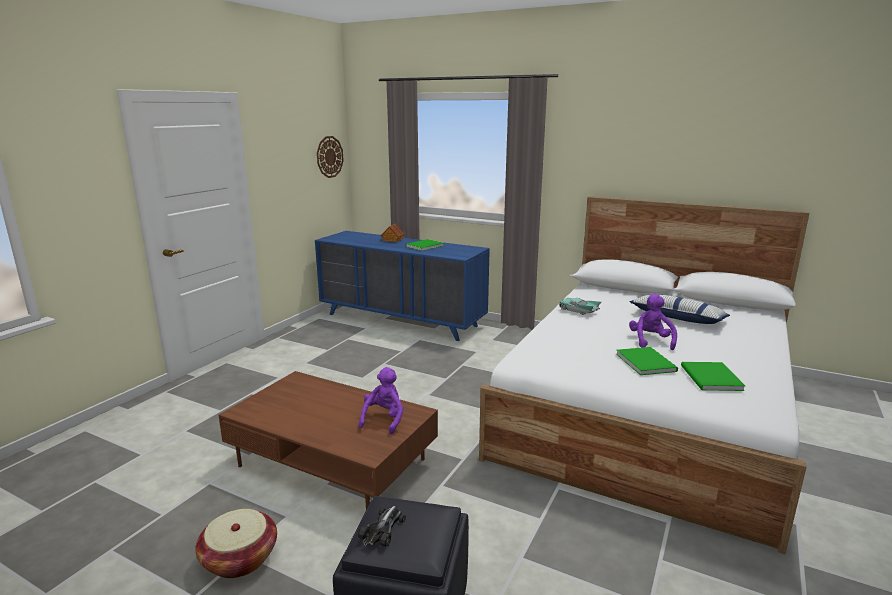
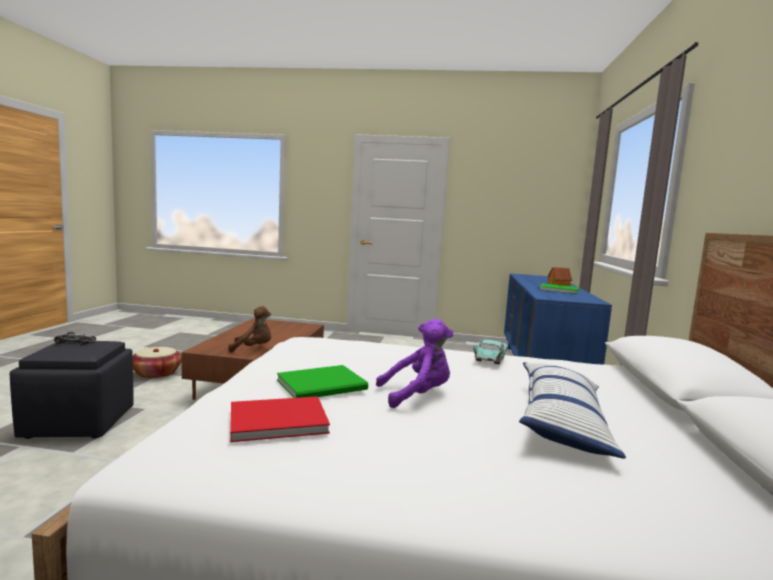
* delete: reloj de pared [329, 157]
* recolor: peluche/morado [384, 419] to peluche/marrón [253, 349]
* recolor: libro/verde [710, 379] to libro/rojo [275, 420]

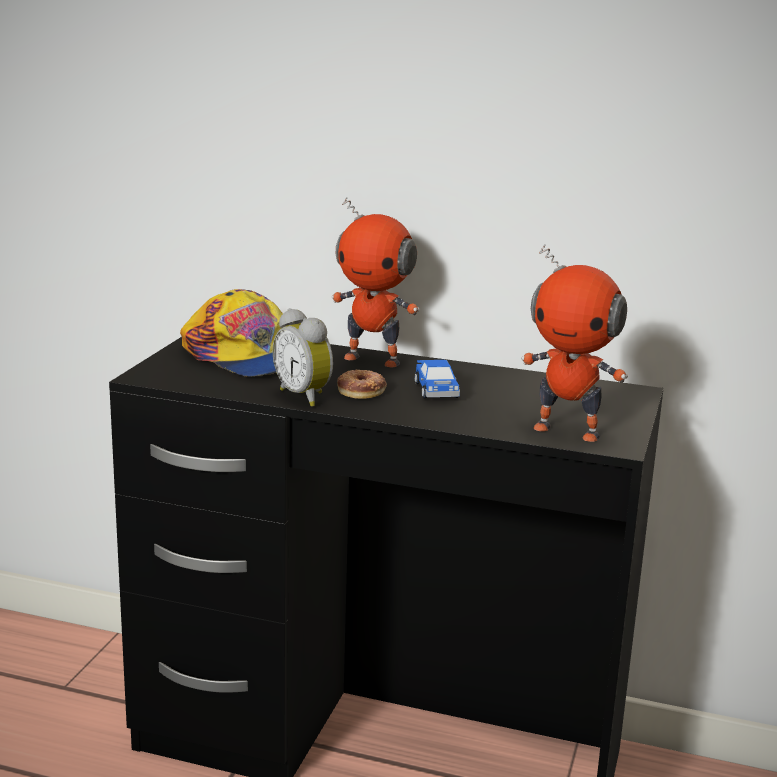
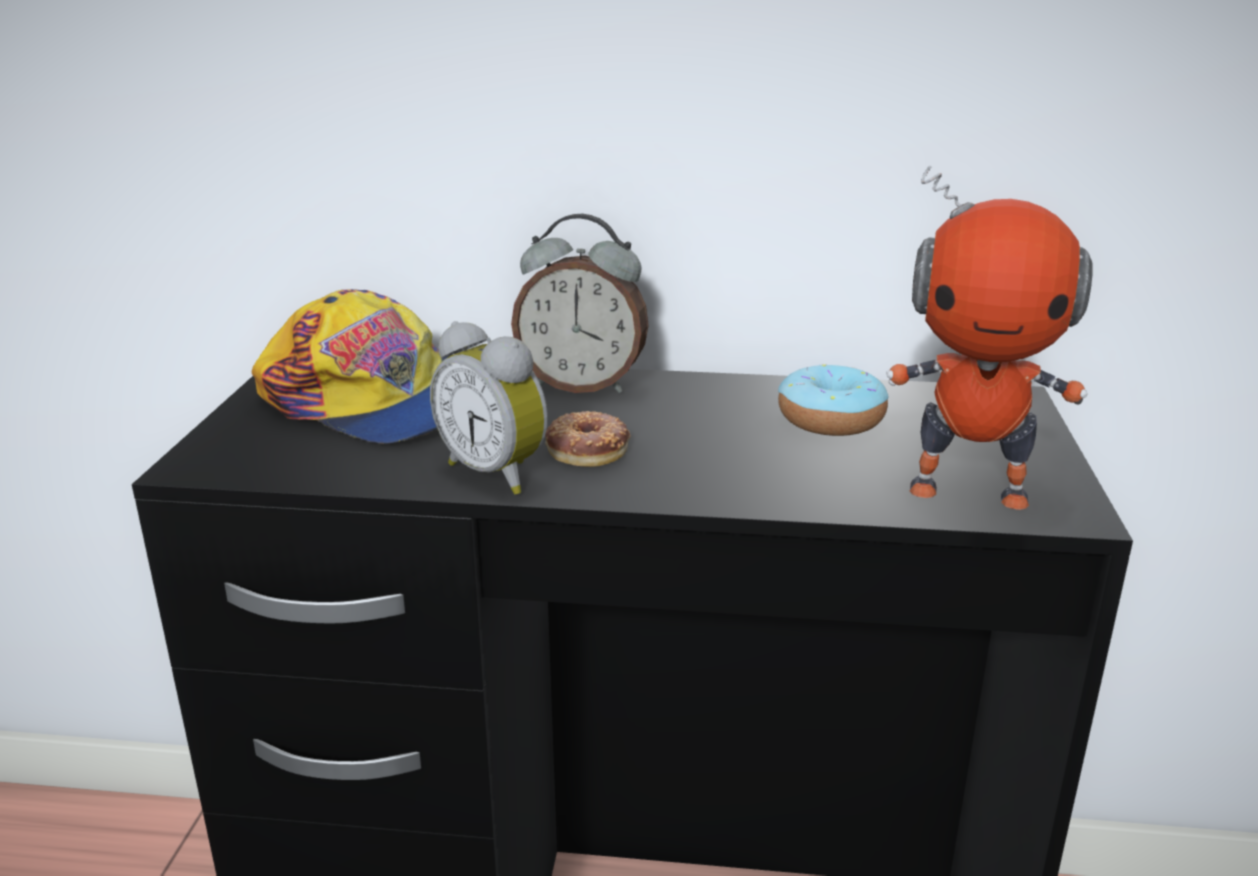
* replace: robot de juguete [373, 359] to despertador [582, 385]
* delete: coche de juguete [436, 390]
* insert: rosquilla [830, 419]

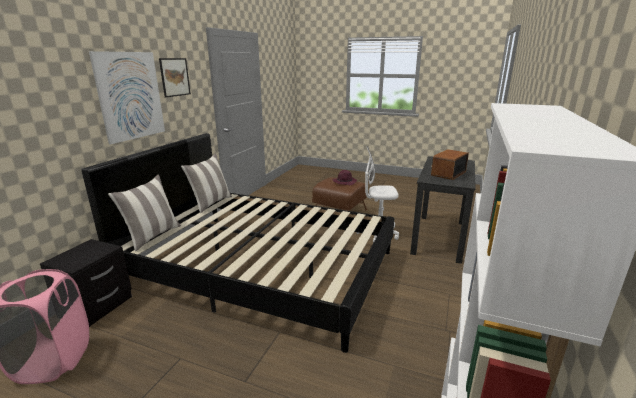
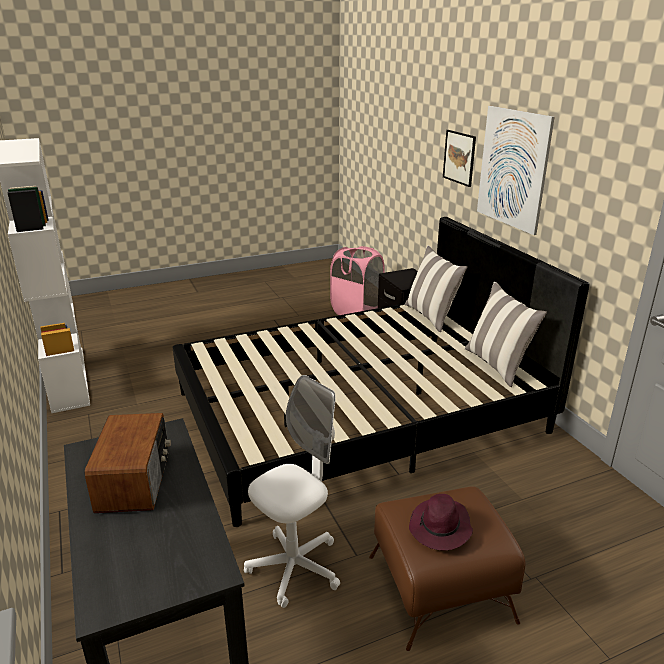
* move: cuadro [175, 77] to [459, 157]

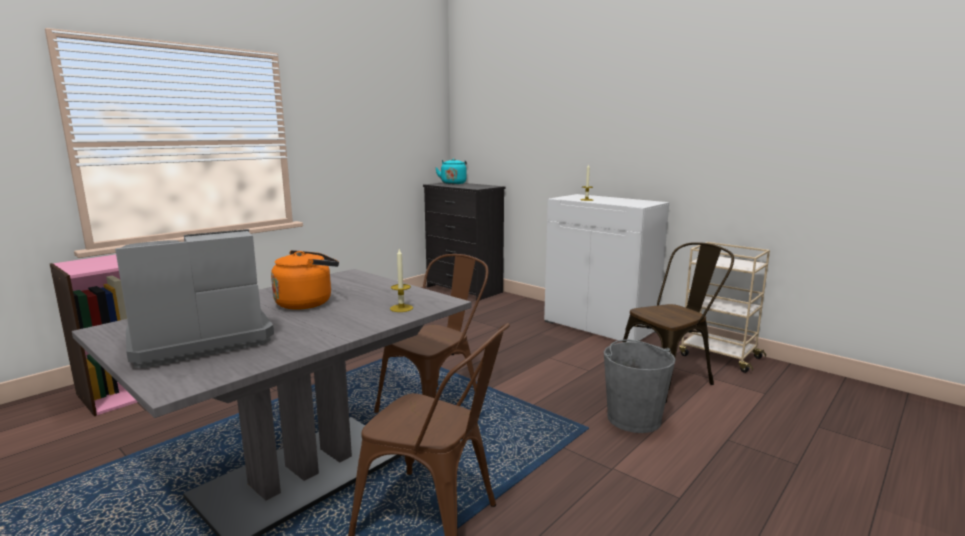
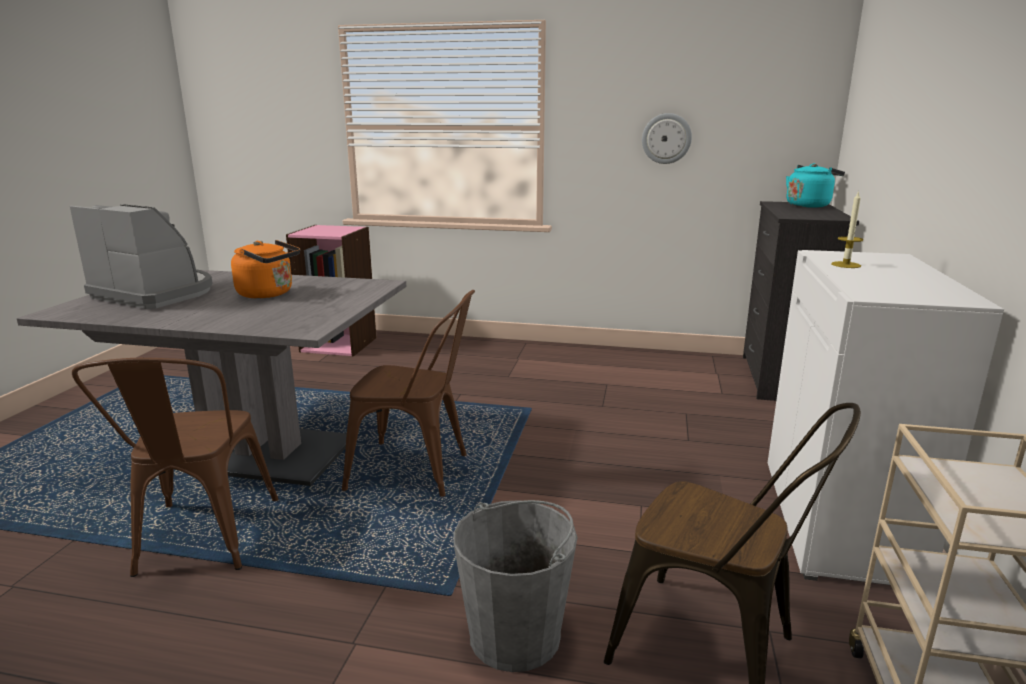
* delete: vela [401, 308]
* insert: reloj de pared [666, 138]

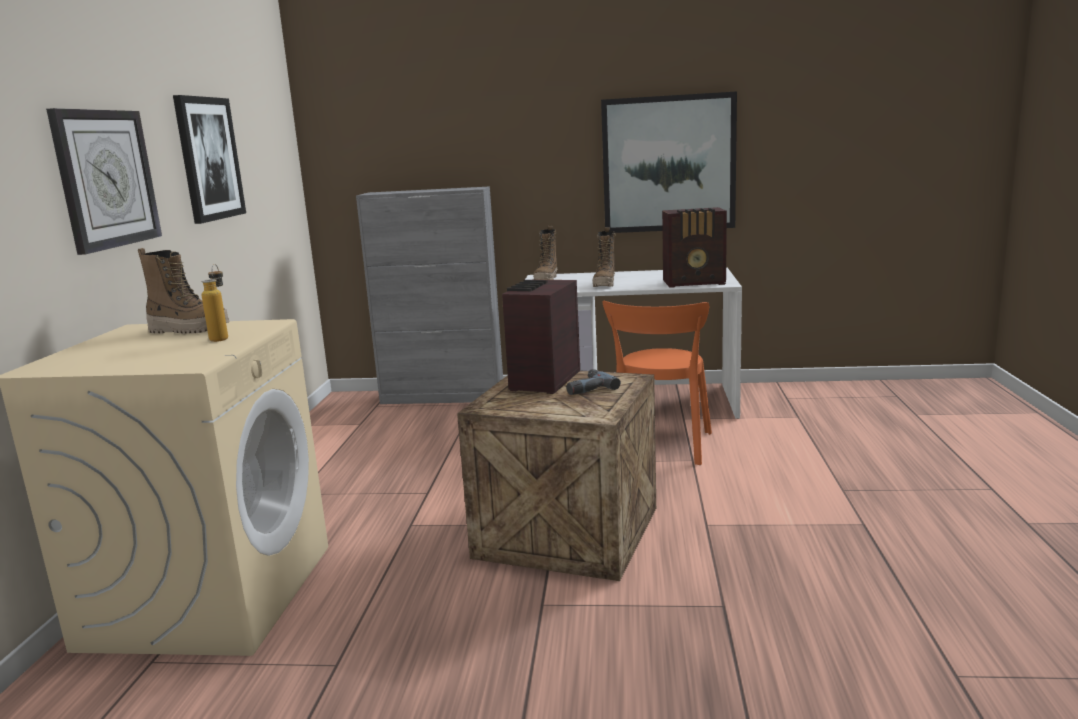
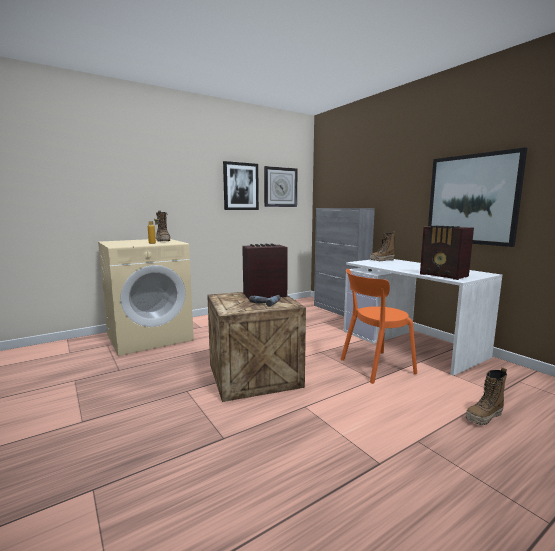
* move: reloj de pared [106, 179] to [280, 187]
* move: bota [605, 284] to [484, 417]

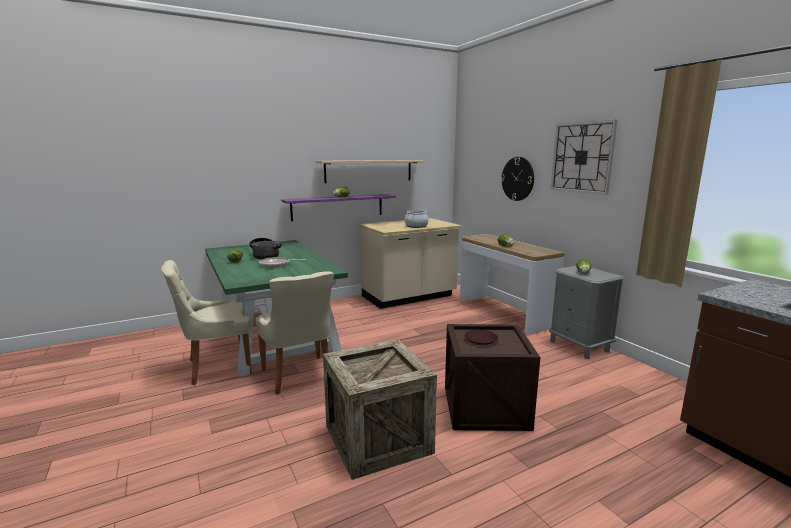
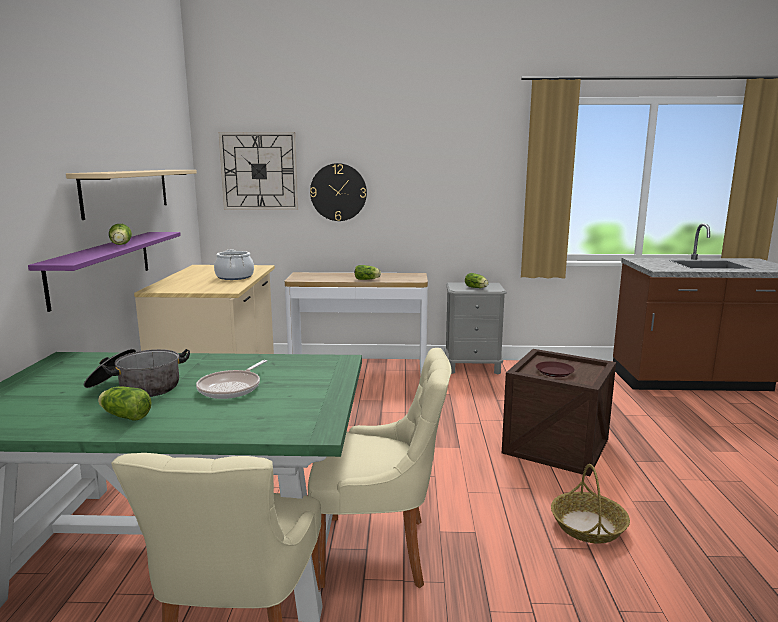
* replace: caja de embalaje [378, 439] to cesta [588, 526]
* move: reloj de pared [582, 157] to [259, 171]

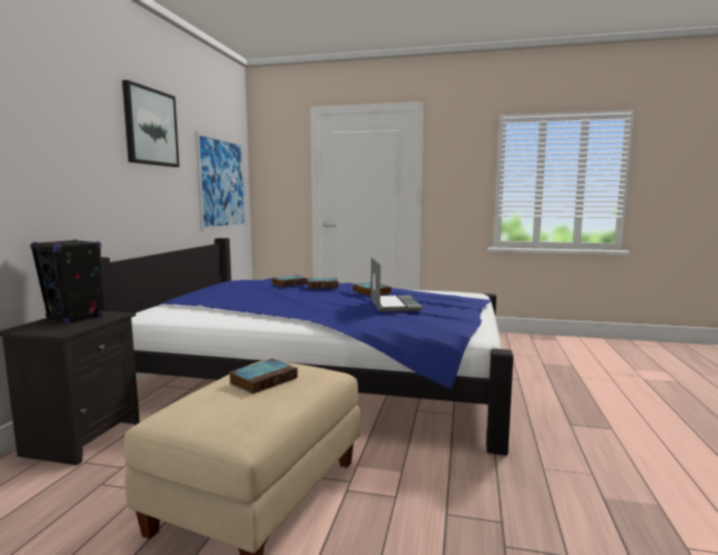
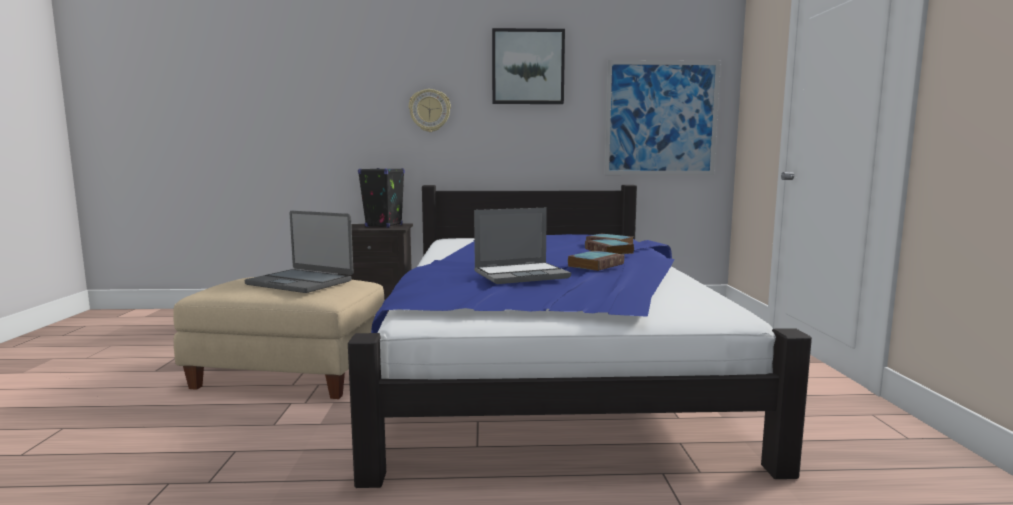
* replace: libro [264, 380] to portátil [301, 282]
* insert: reloj de pared [430, 110]

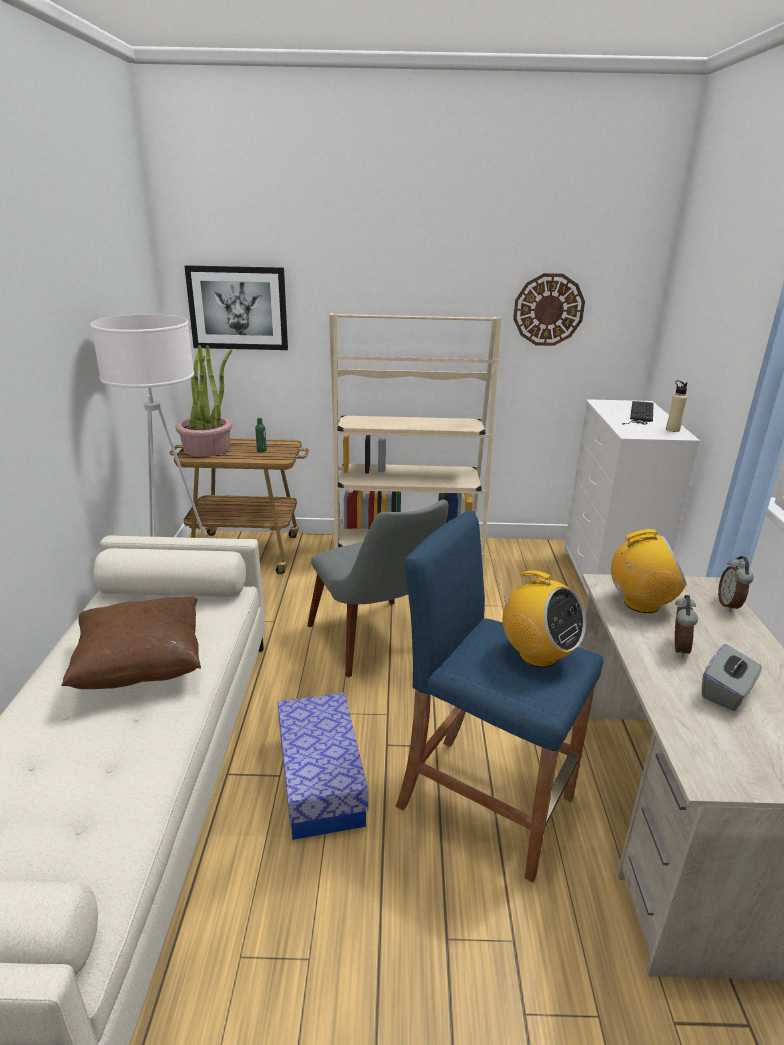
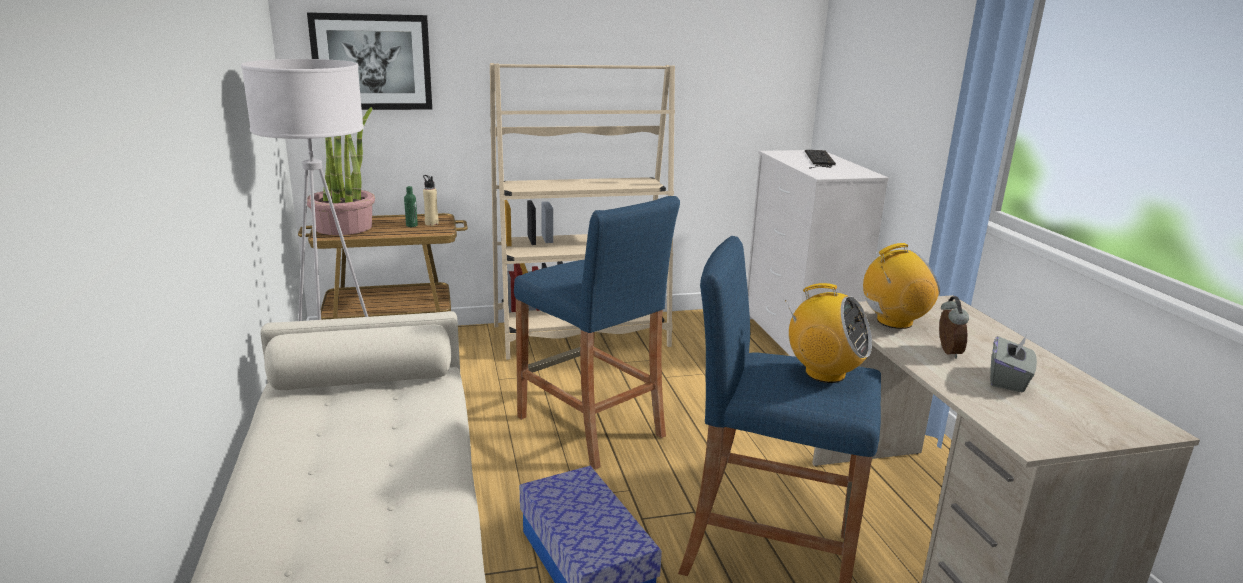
* delete: cojín/marrón [141, 667]
* replace: silla/gris [378, 645] to taburete/azul [590, 426]
* delete: reloj de pared [548, 310]
* move: botella/beis [672, 429] to [431, 223]
* delete: despertador [729, 605]

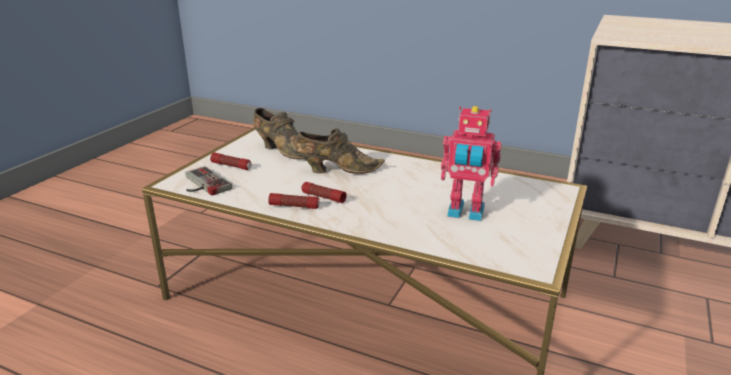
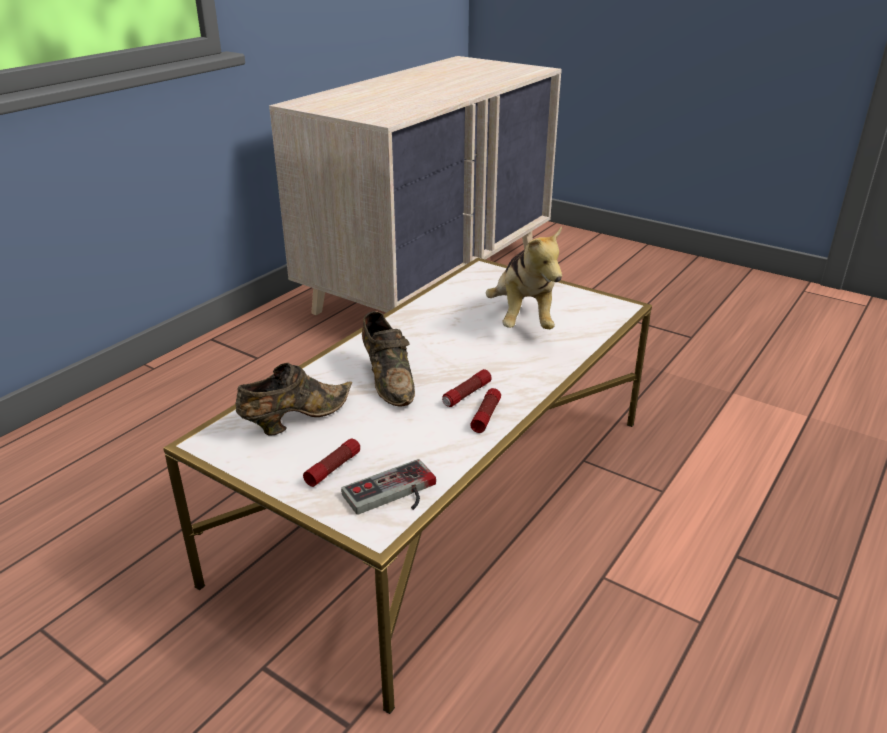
* rotate: zapato/marrón [336, 170] = [388, 380] 150 degrees clockwise
* replace: robot de juguete [465, 213] to peluche [522, 319]

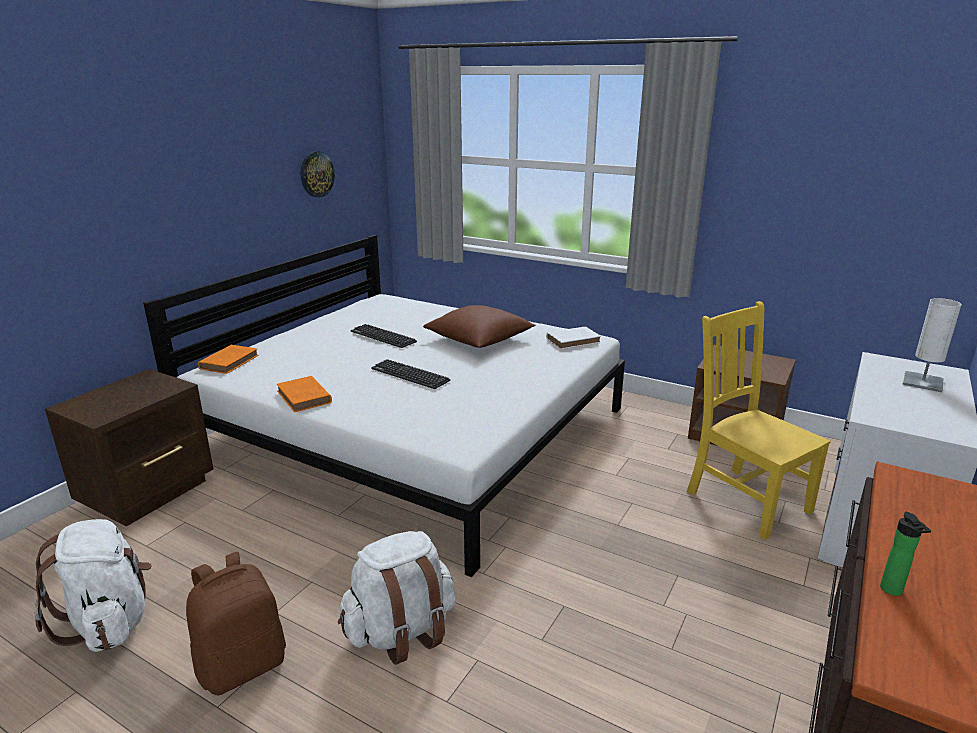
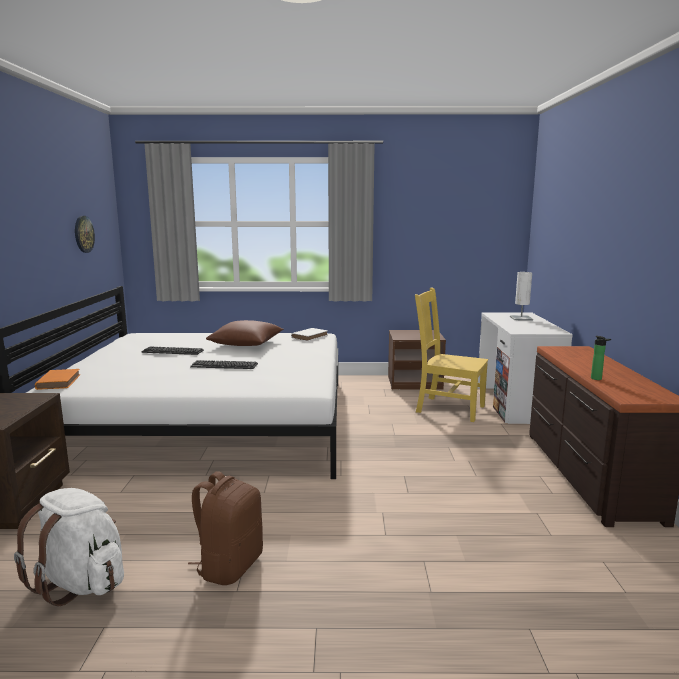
* delete: libro/naranja [304, 398]
* delete: mochila/blanco [401, 631]

